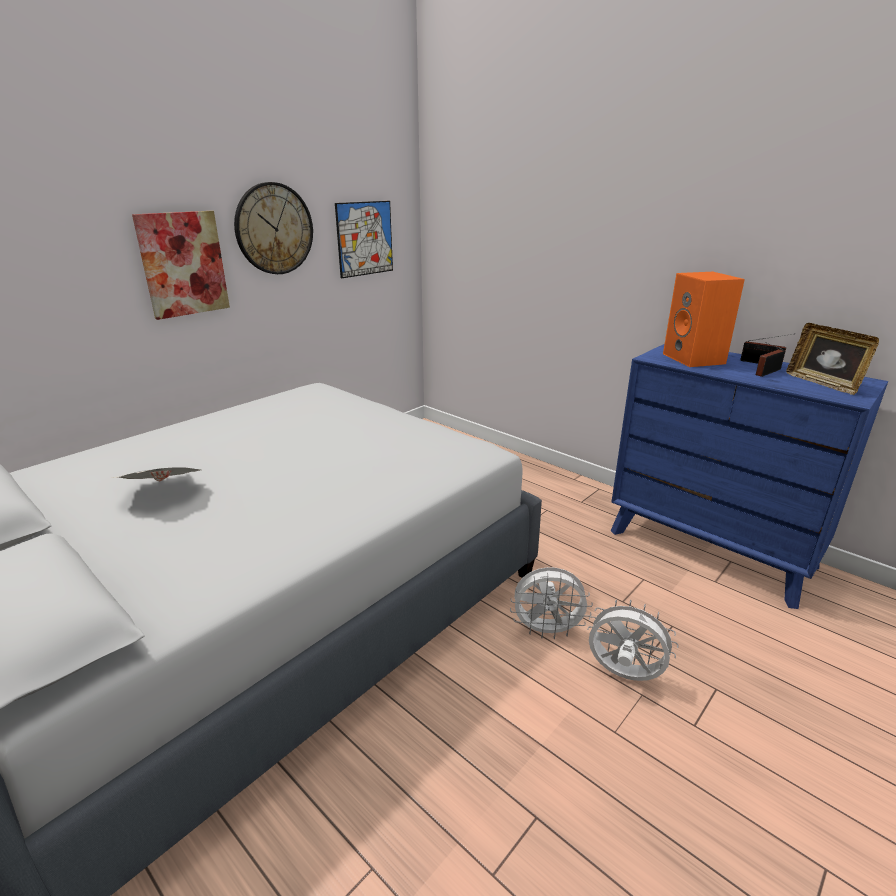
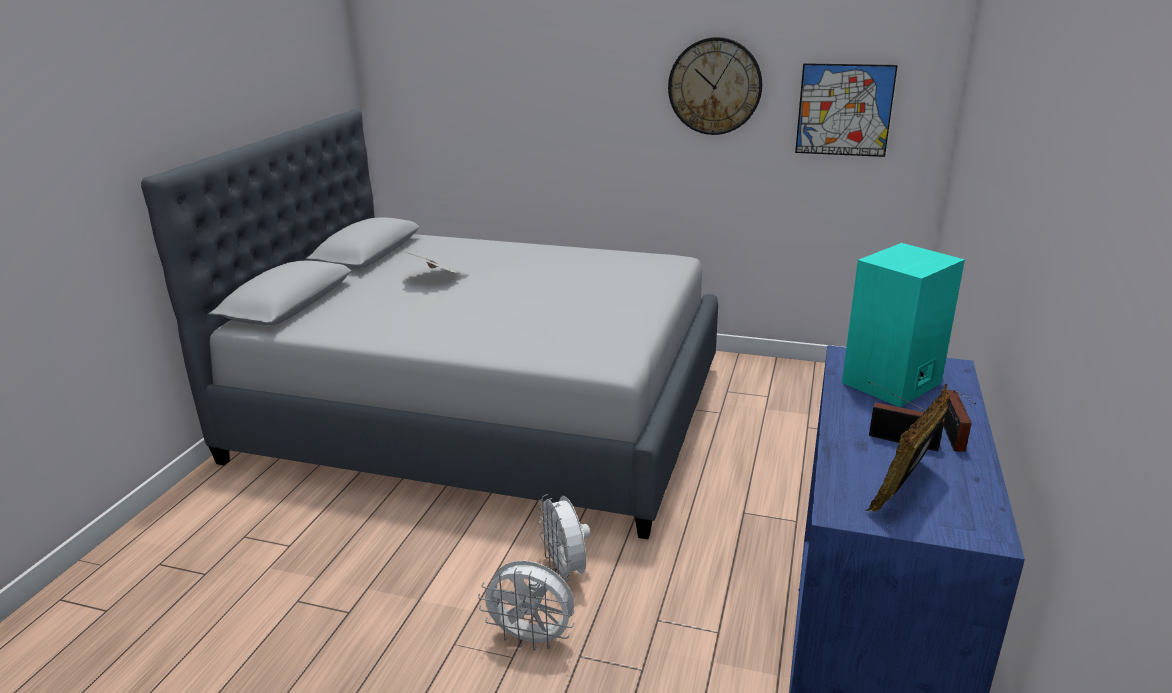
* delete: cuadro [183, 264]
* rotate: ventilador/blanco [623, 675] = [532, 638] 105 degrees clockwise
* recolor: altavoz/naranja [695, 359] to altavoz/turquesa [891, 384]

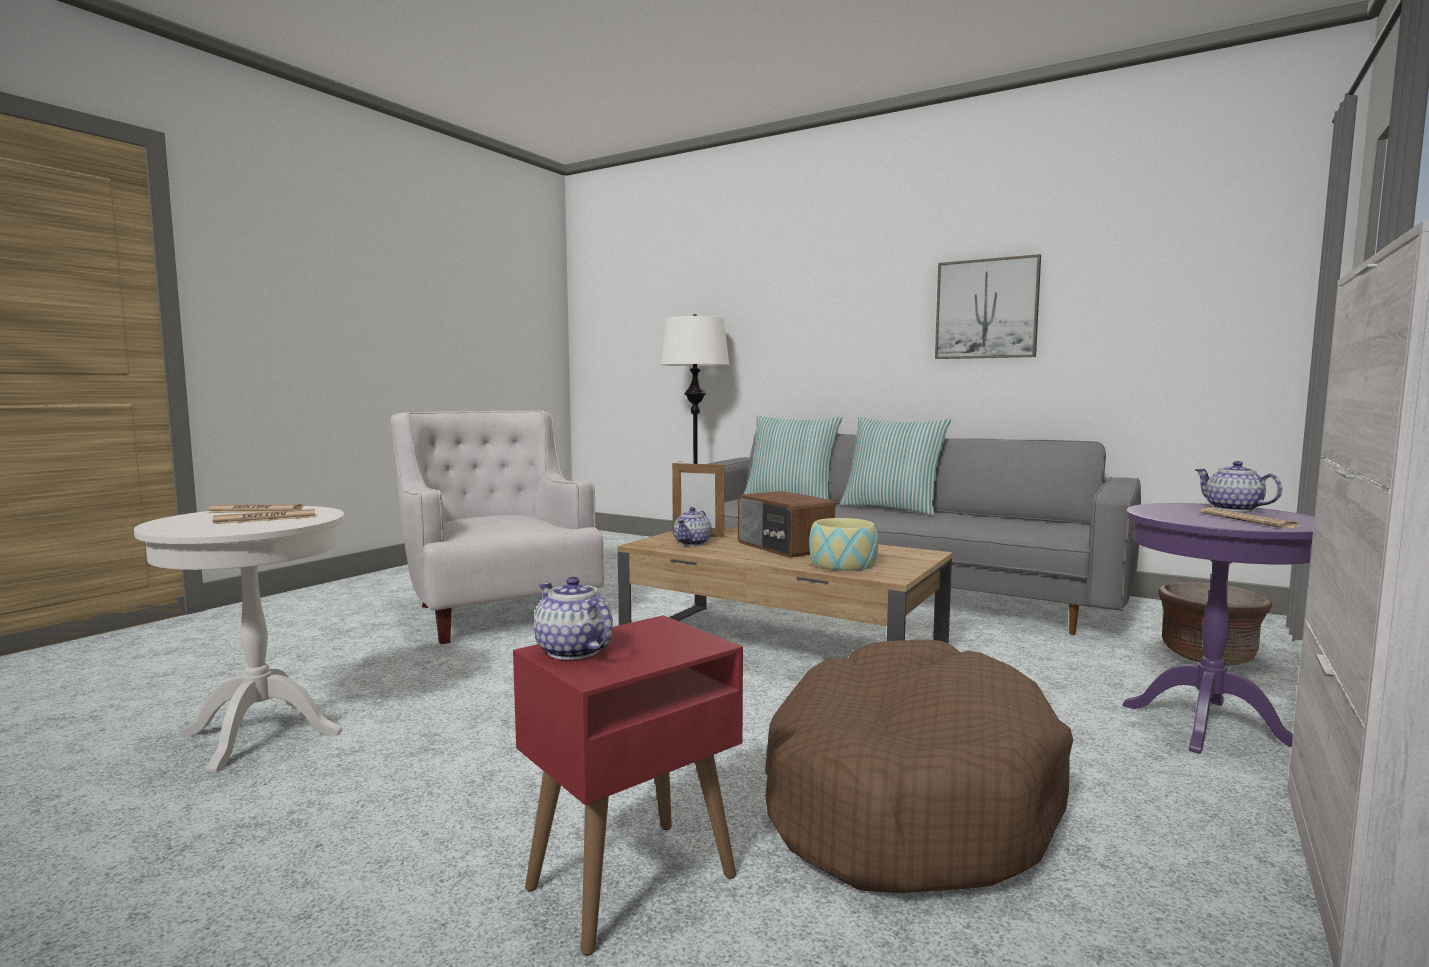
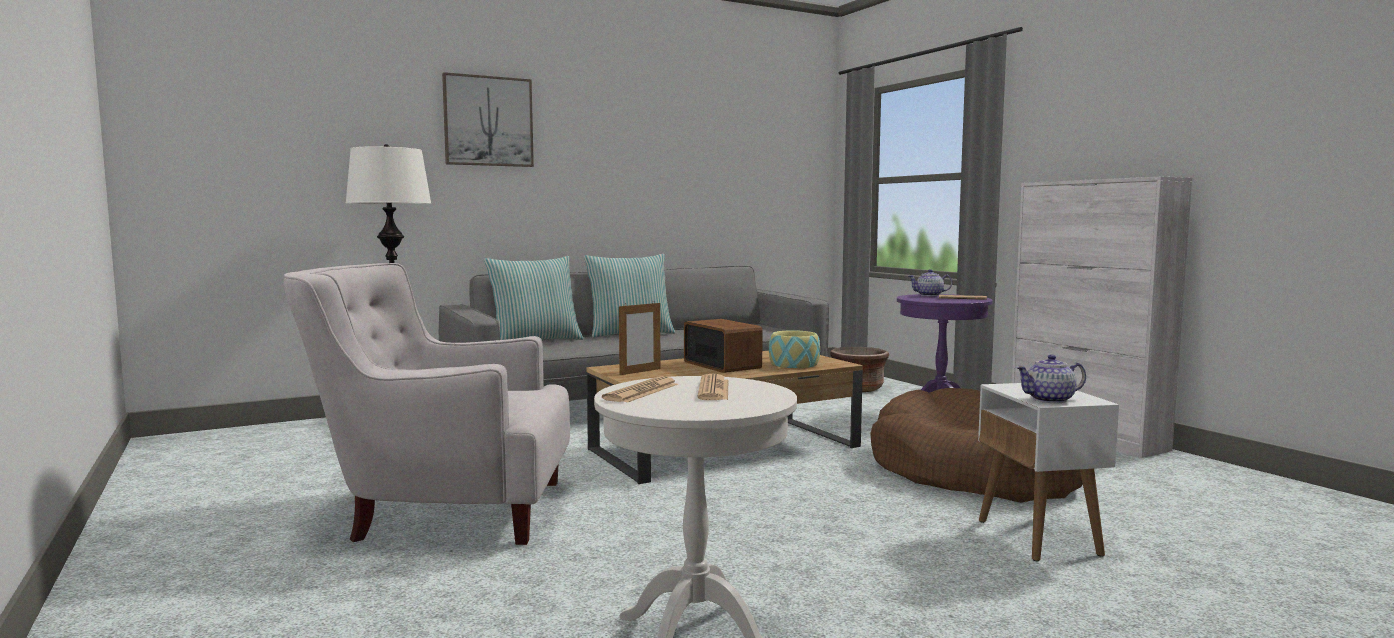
* recolor: mesa auxiliar/rojo [630, 883] to mesa auxiliar/blanco [1039, 538]
* delete: tetera [693, 543]
* rotate: radio [783, 547] = [723, 365] 120 degrees counterclockwise
* move: cuadro [986, 309] to [488, 121]

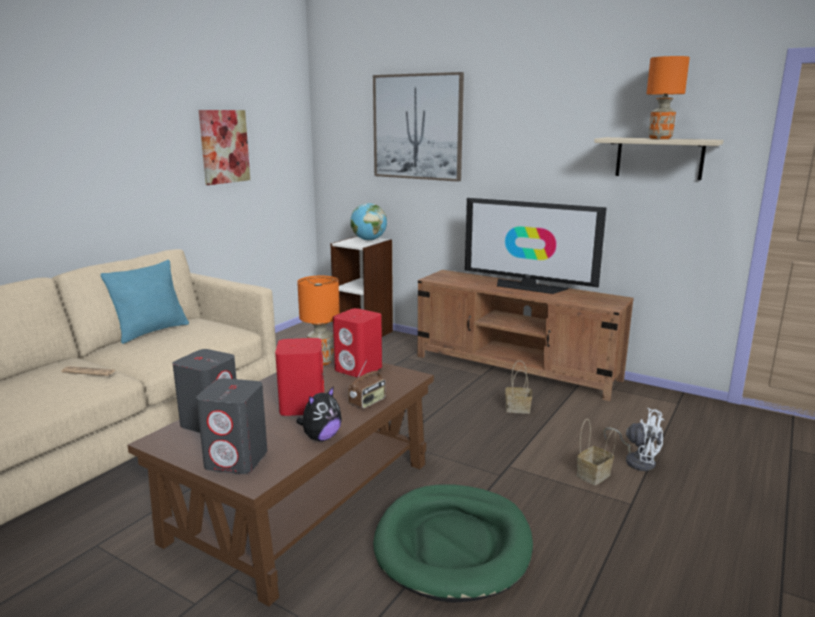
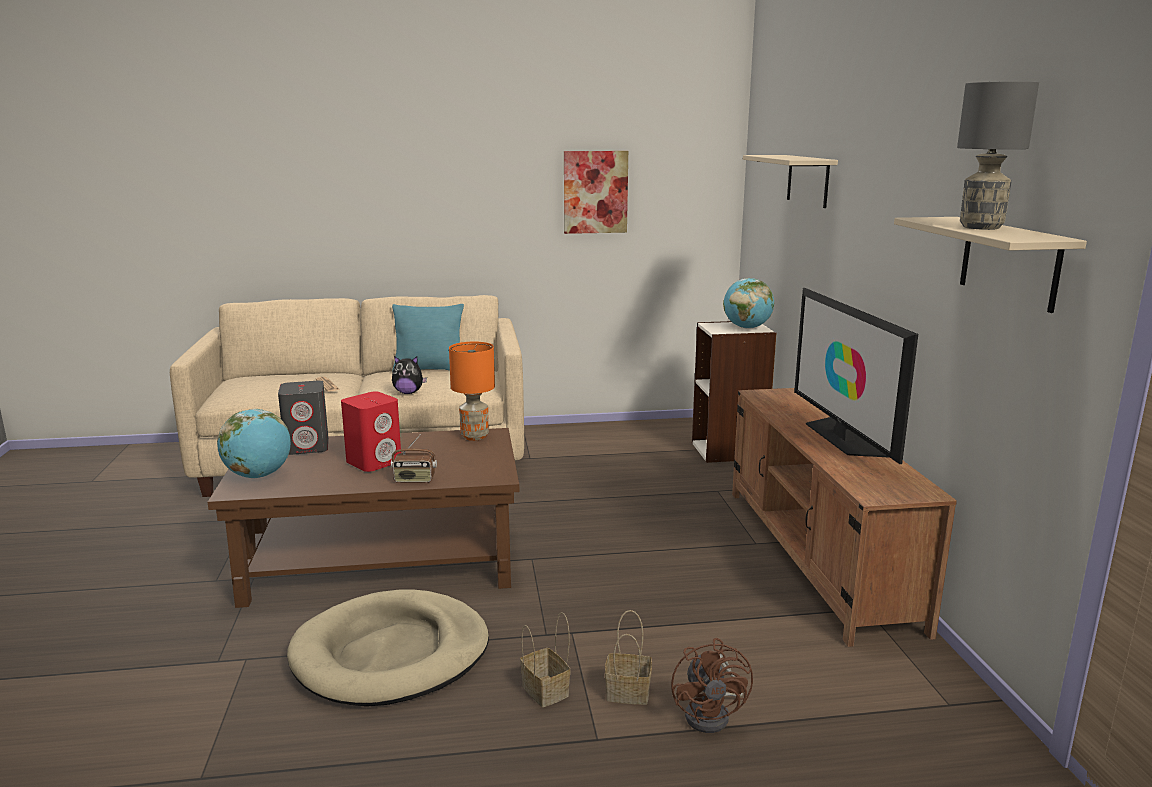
* replace: altavoz/gris [237, 460] to globo terráqueo [258, 476]
* move: peluche [321, 437] to [408, 393]
* delete: altavoz/rojo [359, 369]
* replace: cuadro [417, 127] to estante/beis [808, 180]
* recolor: cama para perro/verde [453, 545] to cama para perro/beis [391, 654]
* move: cesta [518, 408] to [547, 691]
* recolor: ventilador/blanco [637, 460] to ventilador/marrón [713, 714]
* recolor: lámpara de mesa/naranja [660, 138] to lámpara de mesa/gris [981, 227]

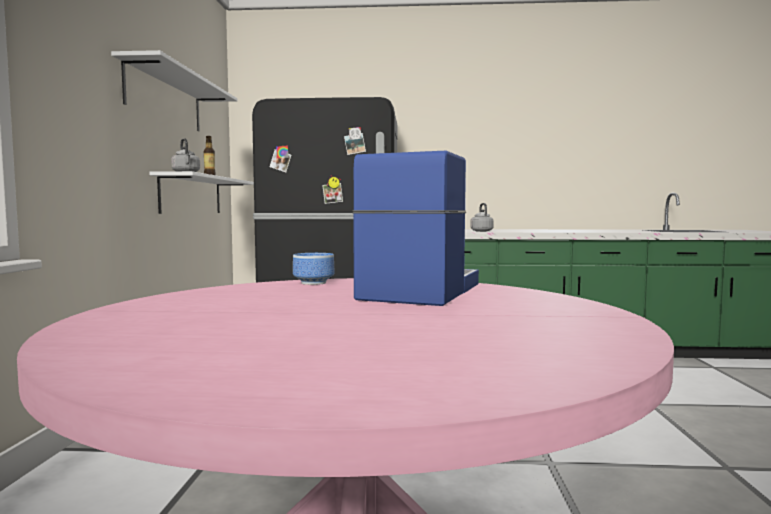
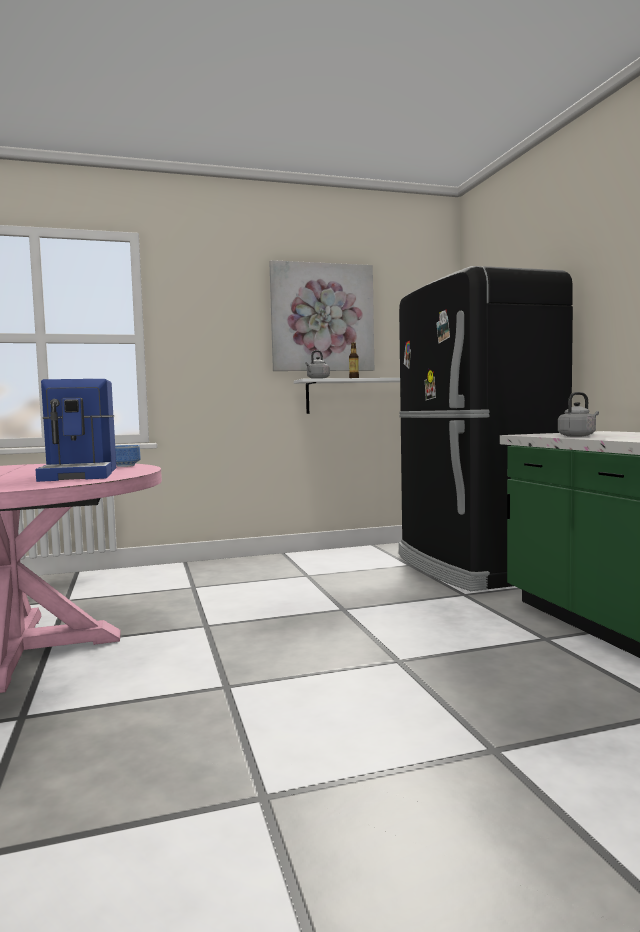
* replace: estante/blanco [165, 99] to cuadro [322, 317]
* rotate: cafetera [419, 291] = [82, 474] 75 degrees clockwise

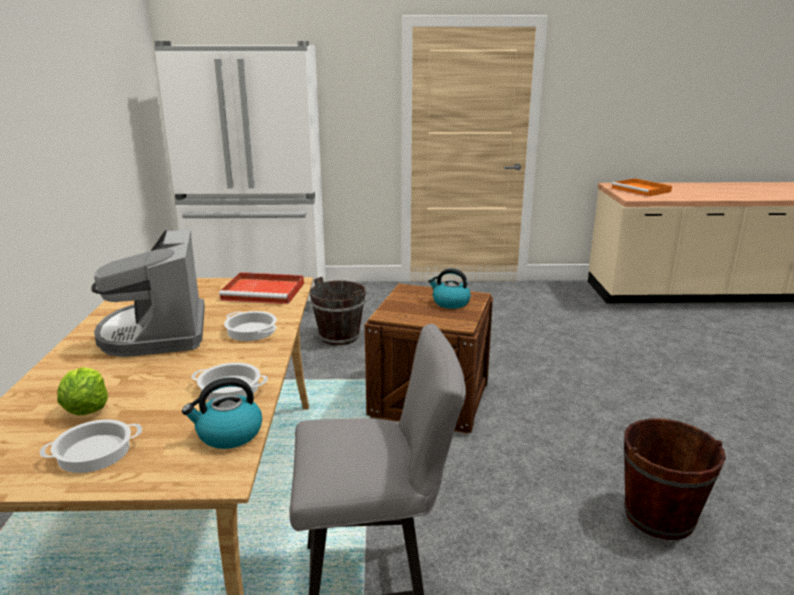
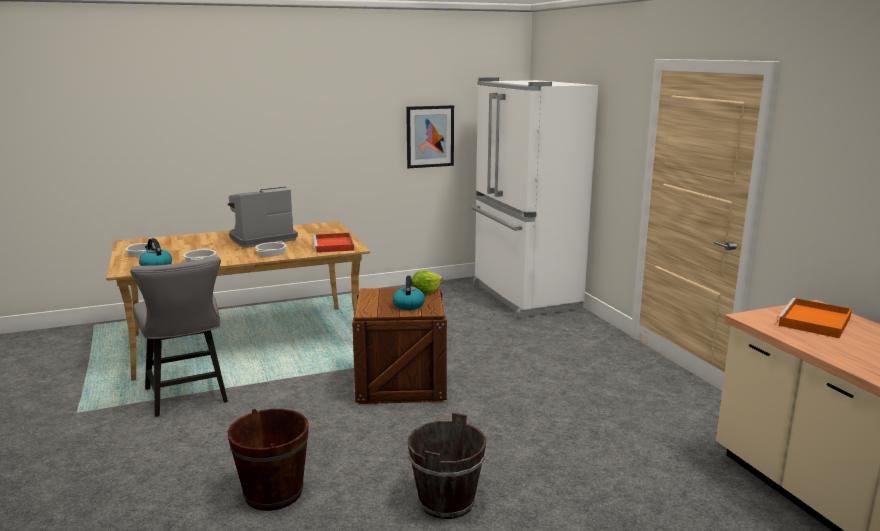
* move: lechuga [86, 409] to [425, 292]
* move: cubo/marrón [339, 336] to [447, 502]
* insert: cuadro [430, 136]

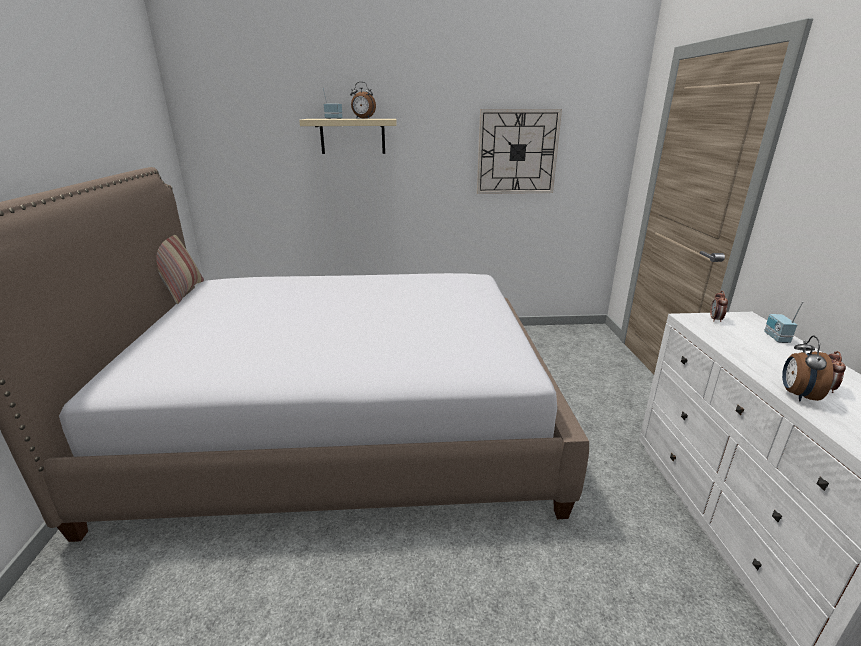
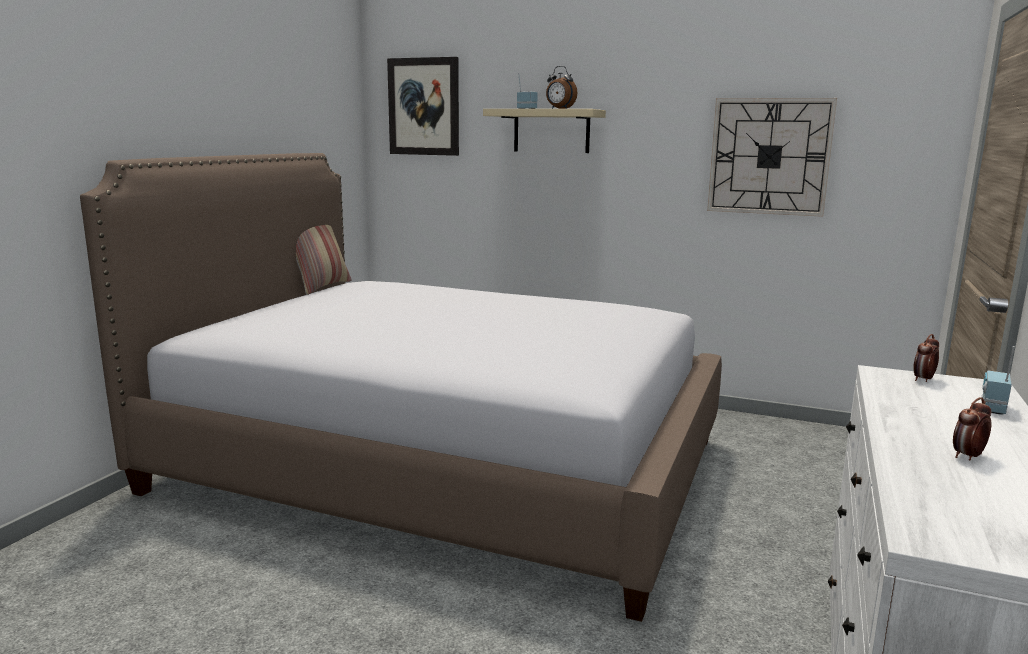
* delete: despertador [796, 395]
* insert: cuadro [424, 107]

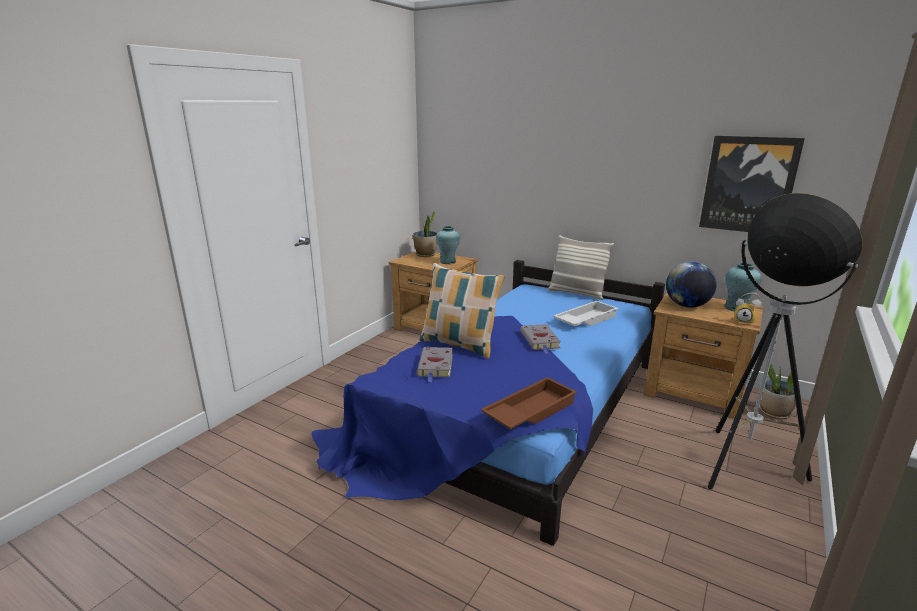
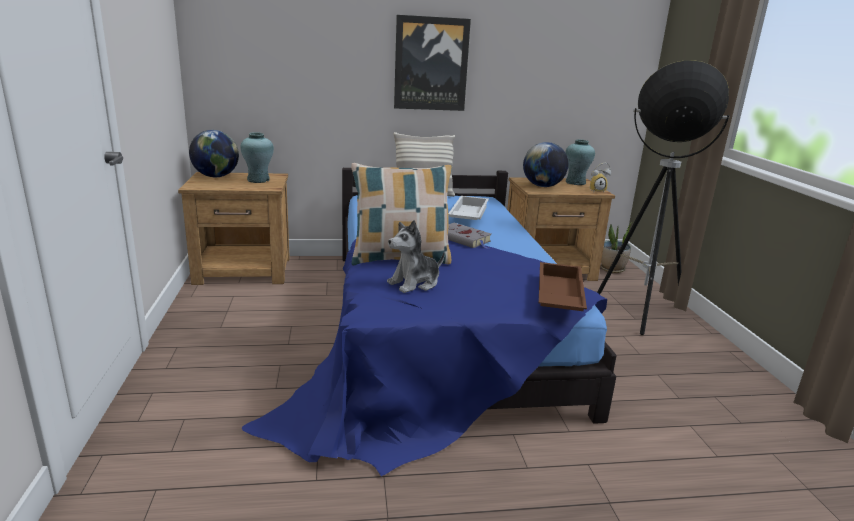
* replace: planta en maceta [426, 255] to globo terráqueo [216, 176]
* replace: libro/gris [436, 366] to peluche [415, 283]
* move: cuadro [748, 185] to [431, 64]

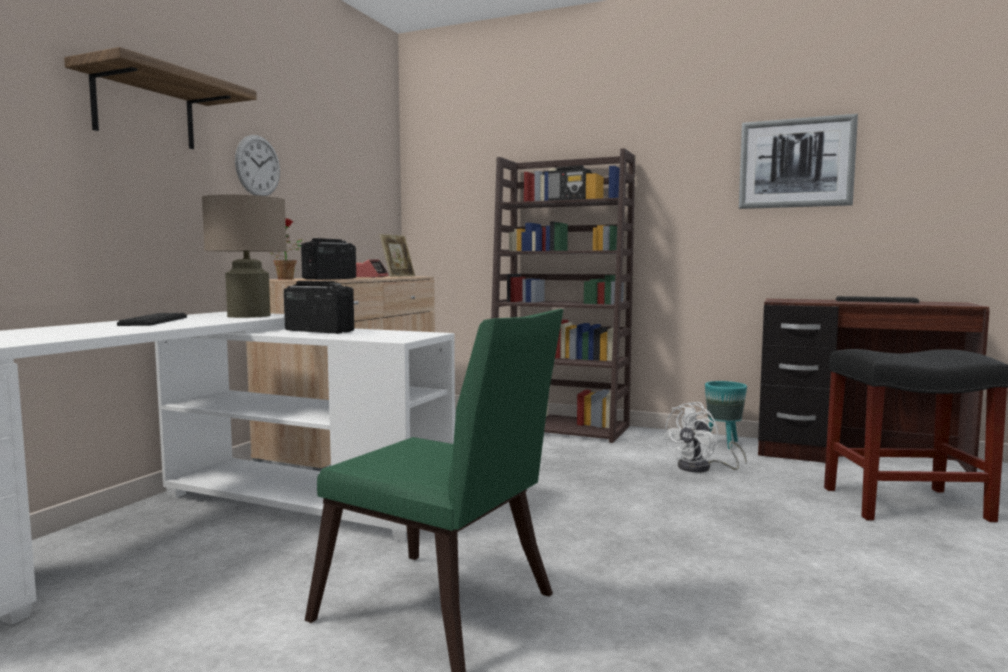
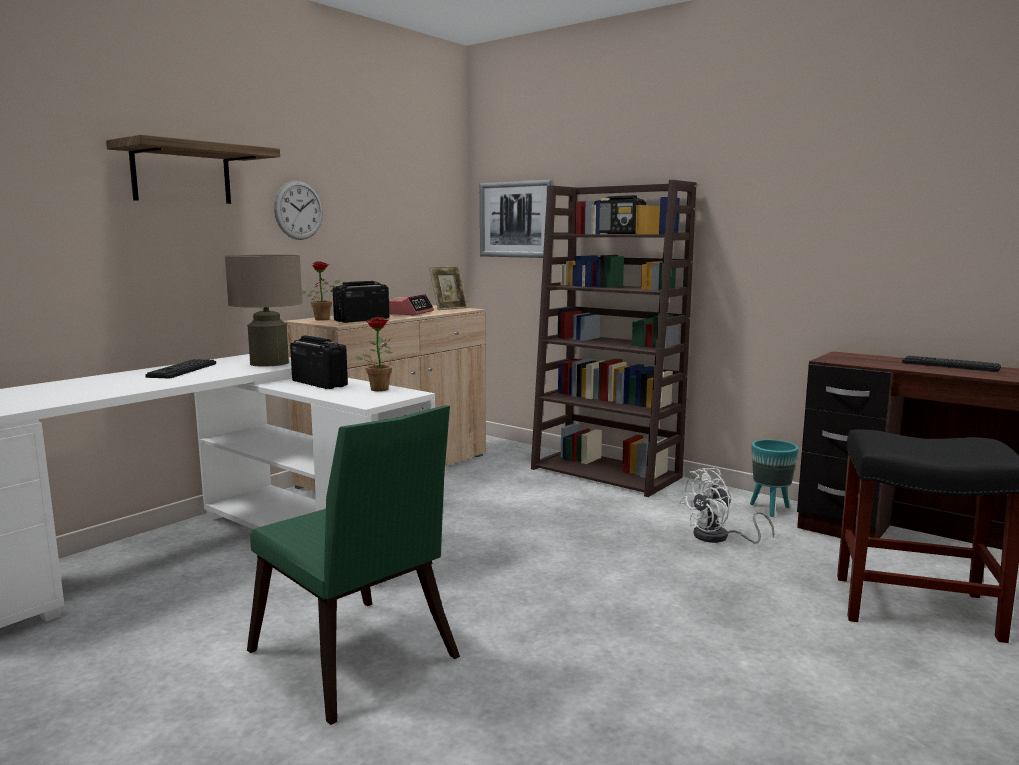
* move: cuadro [796, 163] to [516, 219]
* insert: planta en maceta [378, 388]

